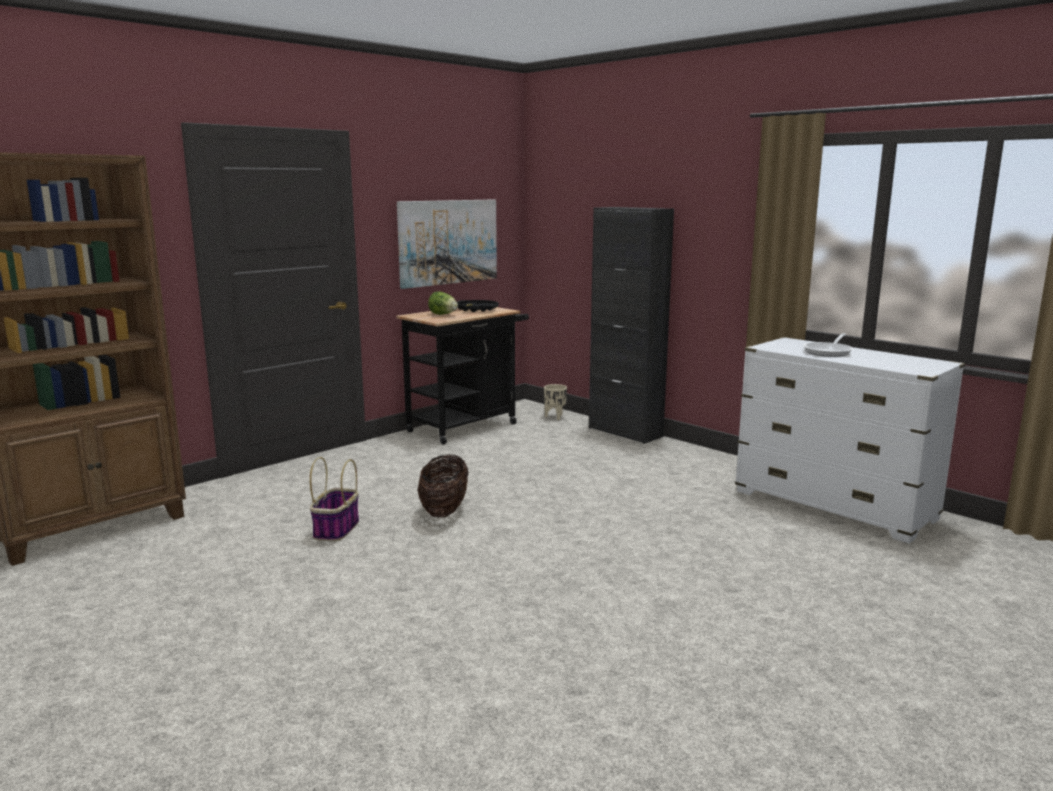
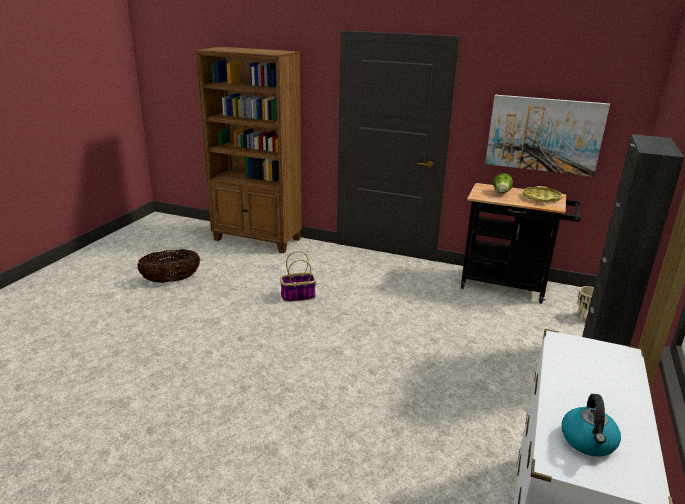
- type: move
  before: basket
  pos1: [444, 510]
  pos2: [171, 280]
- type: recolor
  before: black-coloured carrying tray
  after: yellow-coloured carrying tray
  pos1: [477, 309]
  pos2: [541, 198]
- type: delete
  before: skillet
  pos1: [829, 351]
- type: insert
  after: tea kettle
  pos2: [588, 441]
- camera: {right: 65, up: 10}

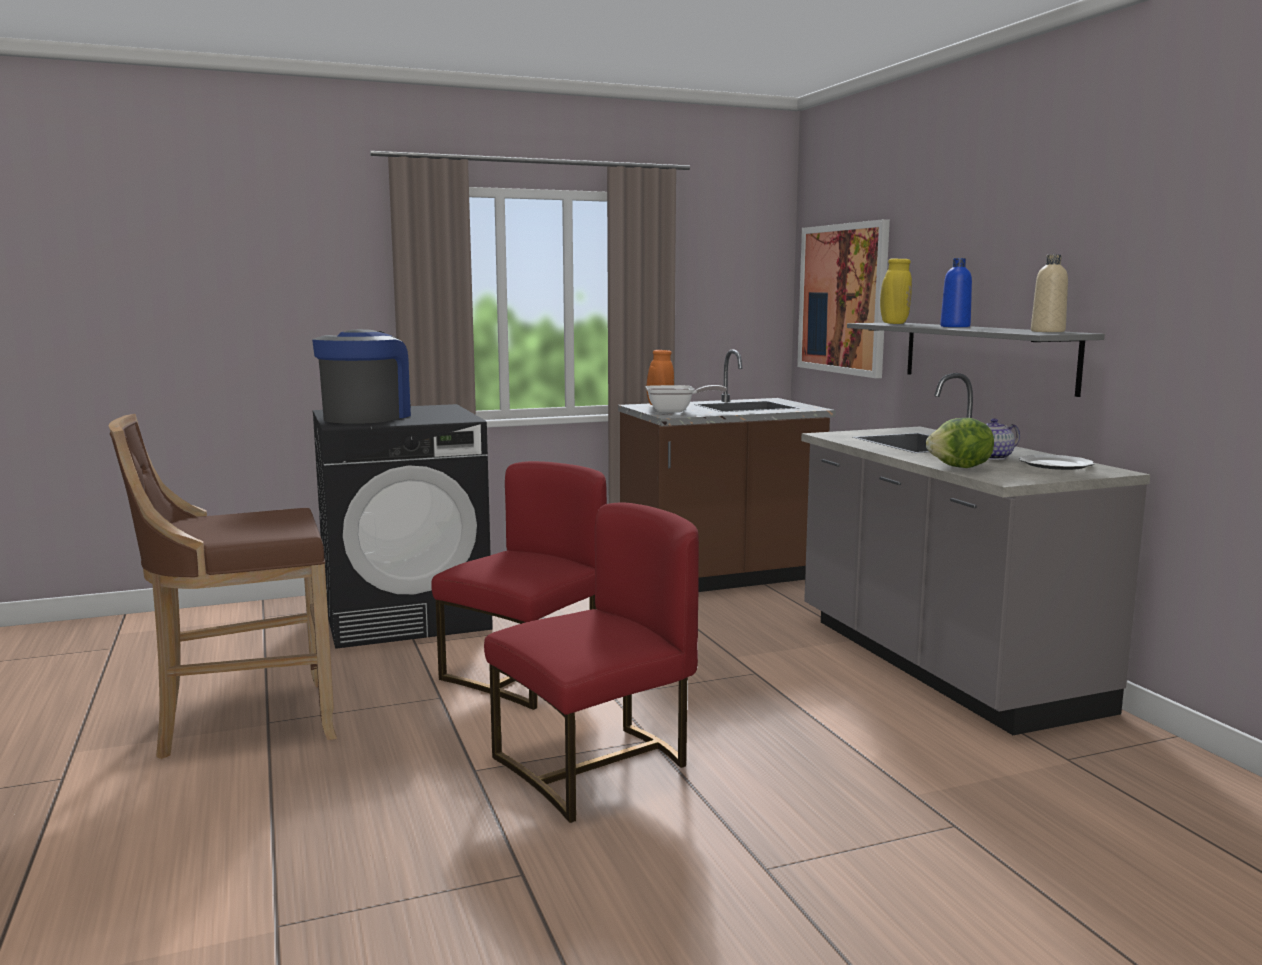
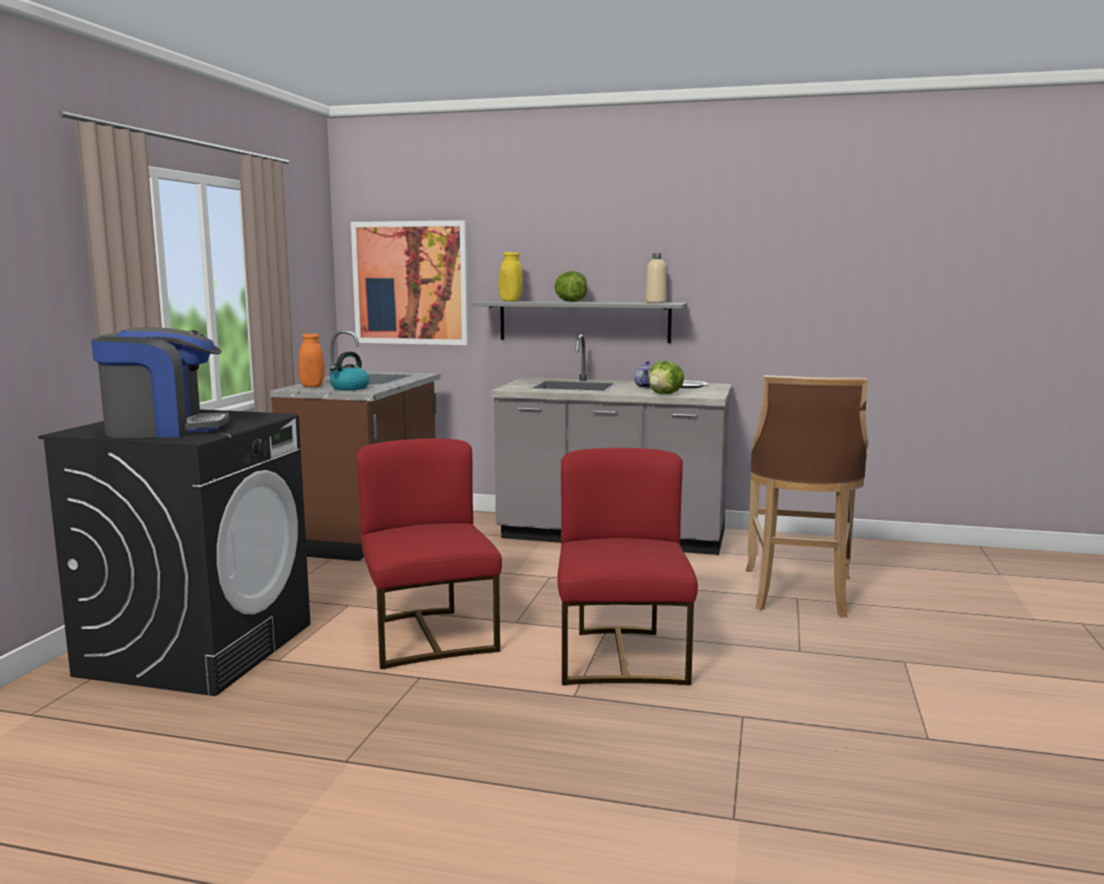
- type: move
  before: brown stool seat
  pos1: [241, 723]
  pos2: [798, 594]
- type: rotate
  before: coffee machine
  pos1: [367, 417]
  pos2: [164, 429]
  turn: 120
- type: replace
  before: skillet
  after: tea kettle
  pos1: [676, 411]
  pos2: [349, 388]
- type: replace
  before: bluish beverage bottle
  after: head of lettuce
  pos1: [955, 326]
  pos2: [570, 301]
- camera: {right: -55, up: 0}

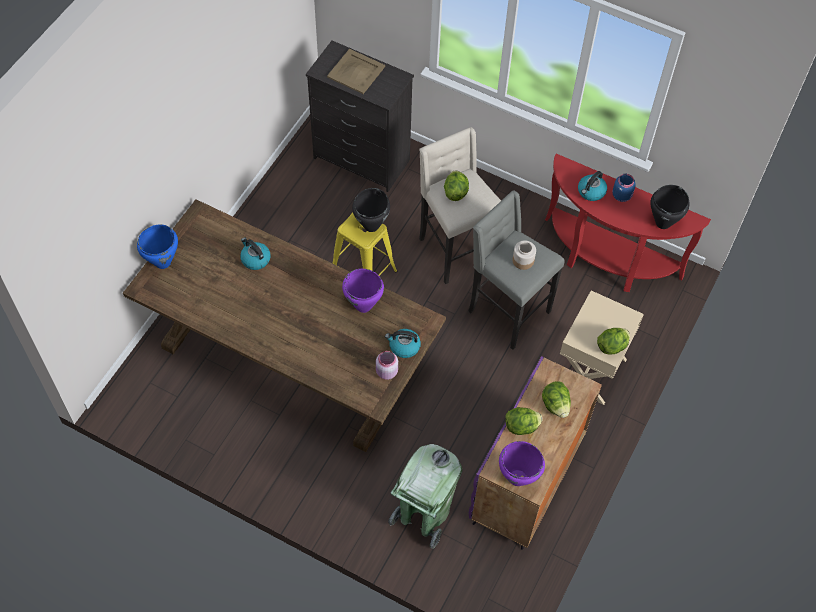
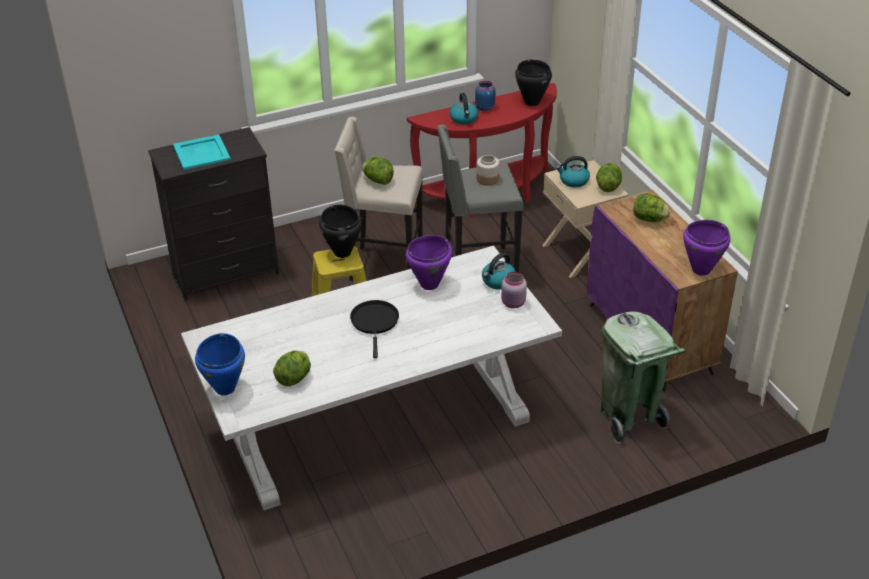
- type: recolor
  before: brown dining table
  after: white dining table
  pos1: [291, 355]
  pos2: [376, 419]
- type: move
  before: tea kettle
  pos1: [255, 259]
  pos2: [573, 181]
- type: recolor
  before: sand-coloured carrying tray
  after: turquoise-coloured carrying tray
  pos1: [355, 72]
  pos2: [201, 153]
- type: move
  before: head of lettuce
  pos1: [522, 426]
  pos2: [294, 378]
- type: insert
  after: black-coloured skillet
  pos2: [375, 322]
- camera: {right: -50, up: -20}

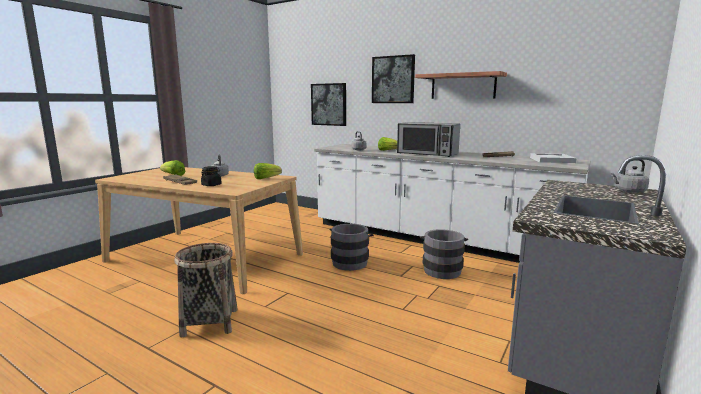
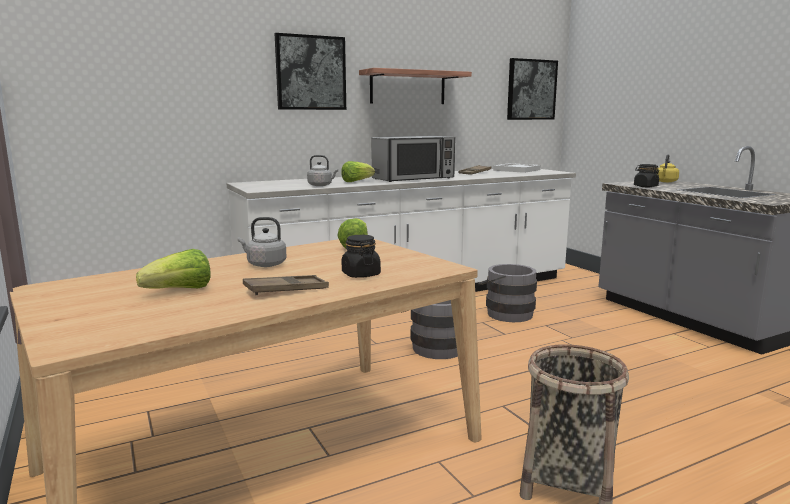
- type: move
  before: wall art
  pos1: [329, 104]
  pos2: [531, 90]
- type: recolor
  before: greyish tea kettle
  after: yellow-coloured tea kettle
  pos1: [629, 191]
  pos2: [665, 181]
- type: insert
  after: black-coloured jar
  pos2: [645, 186]
- camera: {right: -60, up: 0}

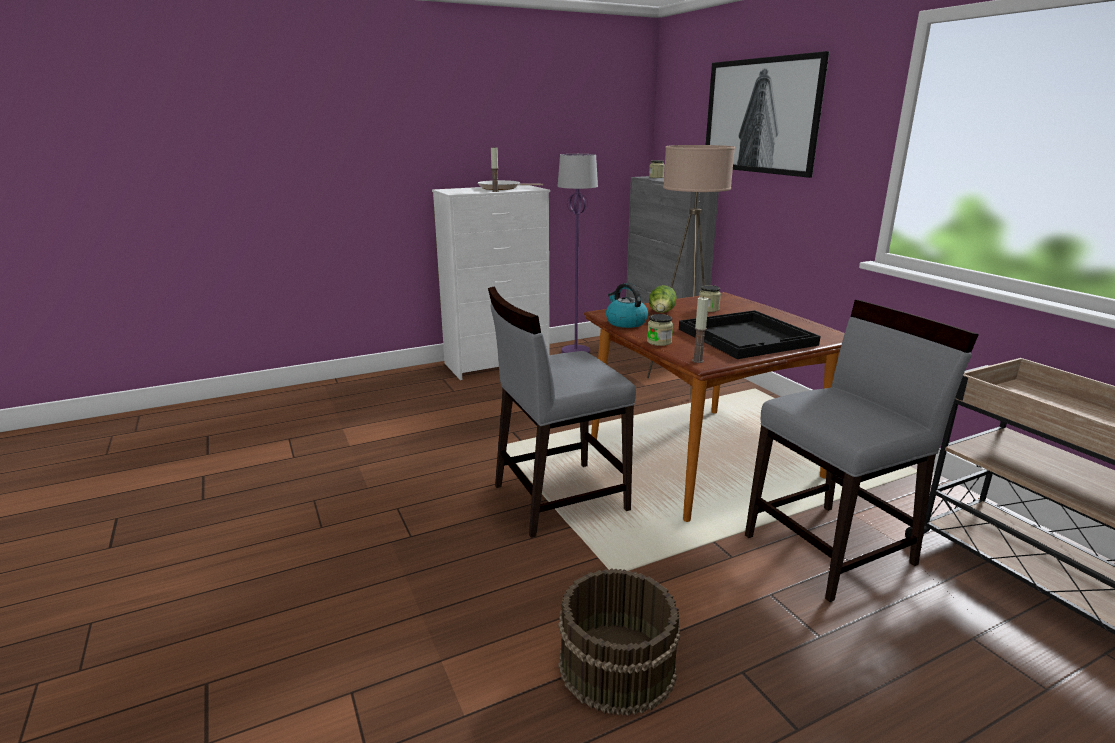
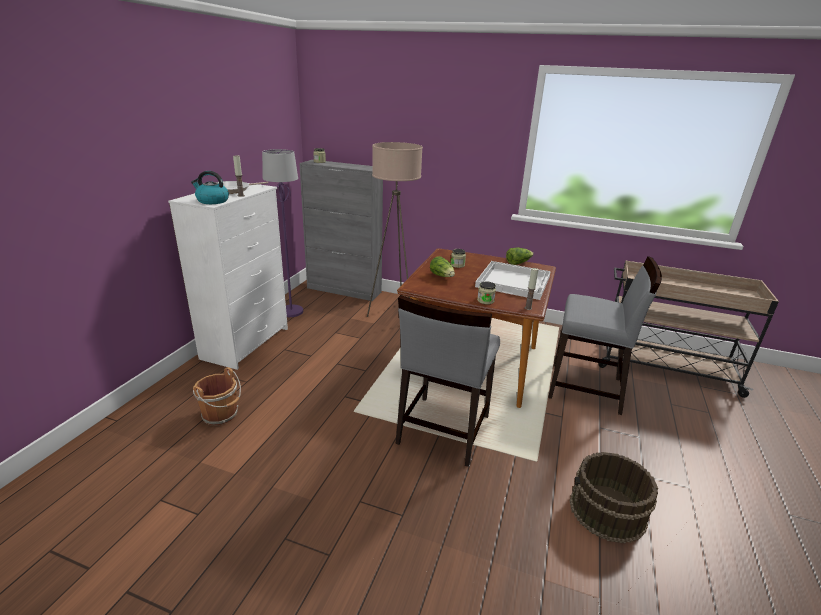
- type: move
  before: tea kettle
  pos1: [625, 322]
  pos2: [212, 201]
- type: recolor
  before: black-coloured carrying tray
  after: white carrying tray
  pos1: [747, 337]
  pos2: [514, 281]
- type: delete
  before: wall art
  pos1: [760, 116]
- type: rotate
  before: greyish upright chair
  pos1: [831, 549]
  pos2: [586, 388]
  turn: 90
- type: insert
  after: brown water bucket
  pos2: [221, 415]
- type: insert
  after: head of lettuce
  pos2: [518, 263]
- camera: {right: -45, up: 5}

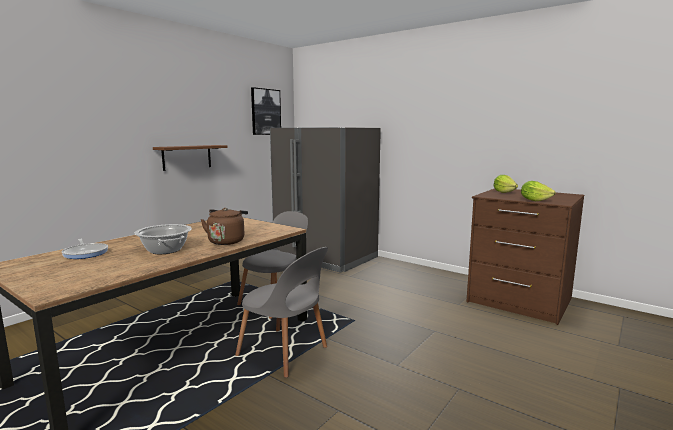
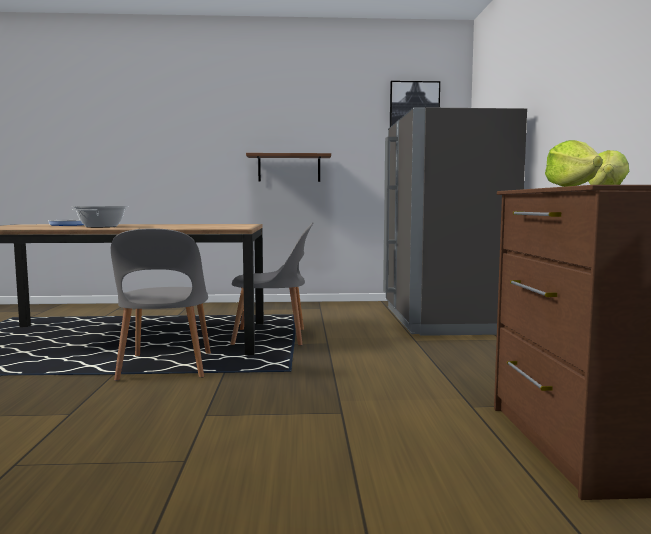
- type: delete
  before: brown tea kettle
  pos1: [227, 241]
- camera: {right: 50, up: -5}

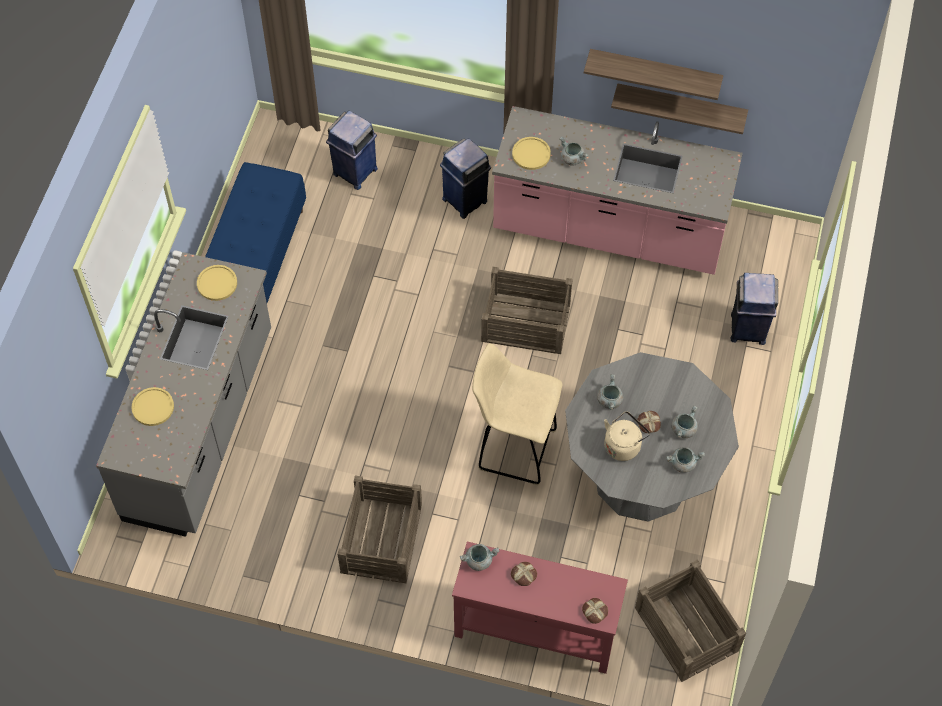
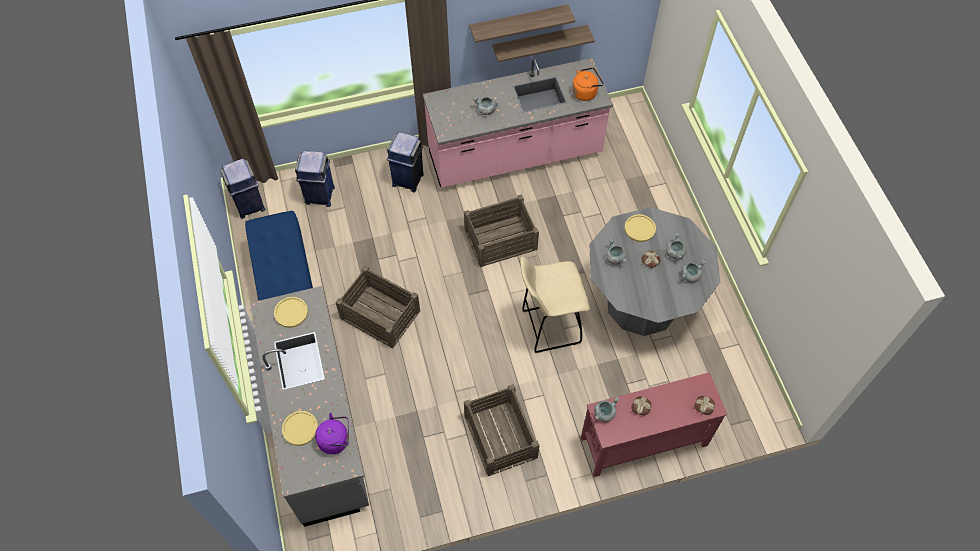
- type: move
  before: yellow-coloured flat dish
  pos1: [531, 154]
  pos2: [639, 228]
- type: delete
  before: sand-coloured tea kettle
  pos1: [623, 445]
- type: move
  before: packing crate
  pos1: [686, 629]
  pos2: [380, 315]
- type: move
  before: bluish waste bin
  pos1: [747, 329]
  pos2: [249, 205]
- type: insert
  after: purple tea kettle
  pos2: [336, 440]
- type: insert
  after: orange-coloured tea kettle
  pos2: [585, 92]
- camera: {right: -30, up: 0}

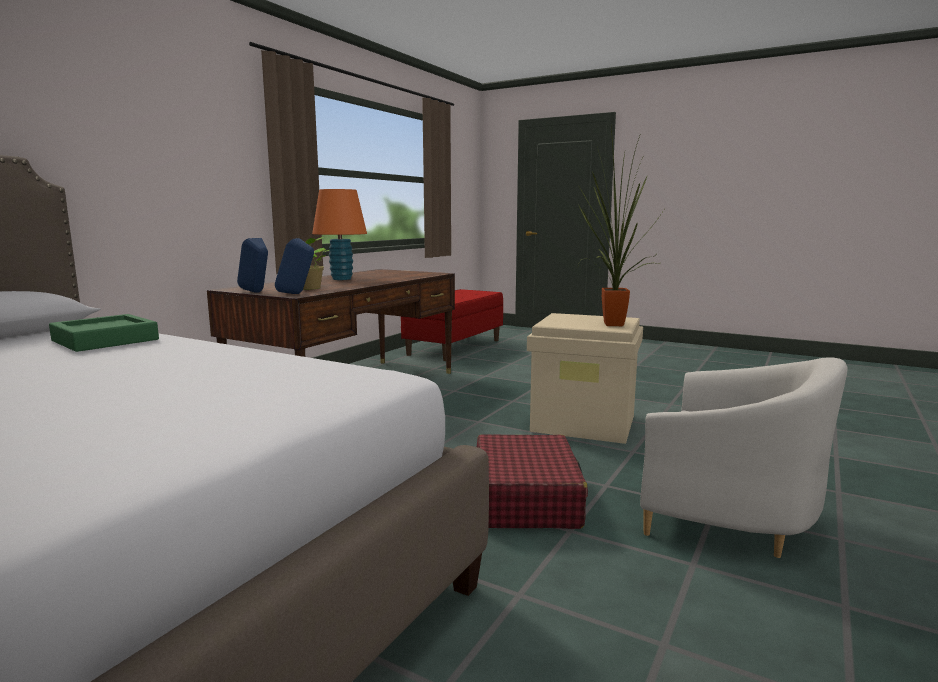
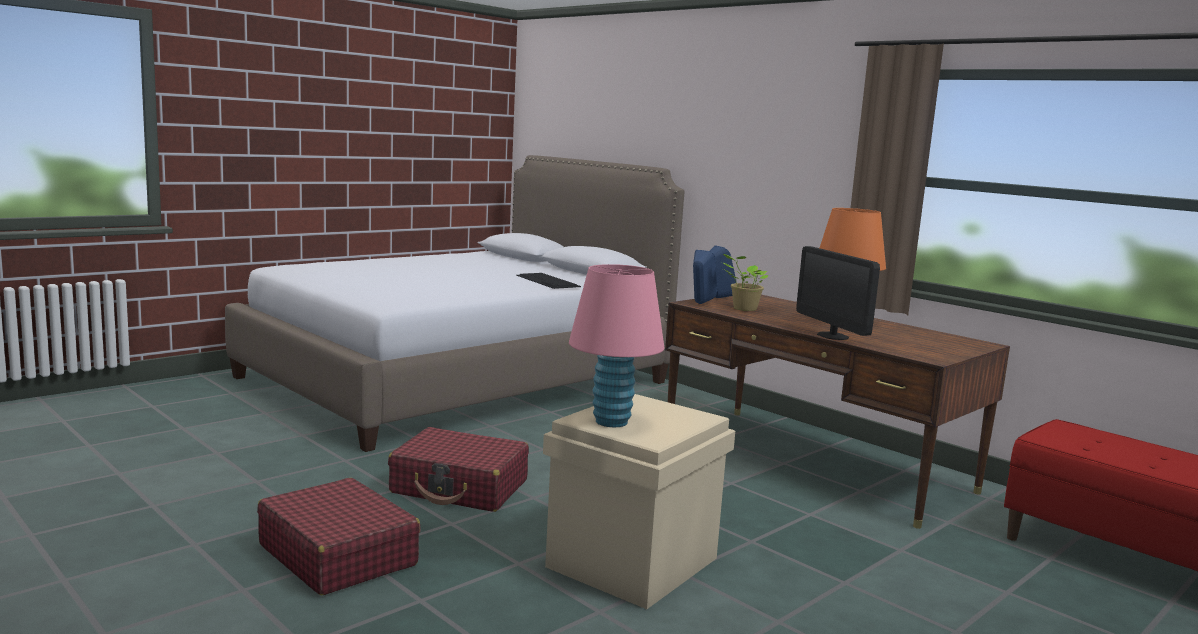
- type: replace
  before: greenish carrying tray
  after: PC keyboard
  pos1: [105, 340]
  pos2: [548, 281]
- type: replace
  before: potted plant
  after: pink tabletop lamp
  pos1: [609, 324]
  pos2: [611, 422]
- type: replace
  before: white easy chair
  after: reddish piece of luggage
  pos1: [728, 517]
  pos2: [338, 555]
- type: insert
  after: monitor
  pos2: [833, 336]
- camera: {right: 105, up: 0}

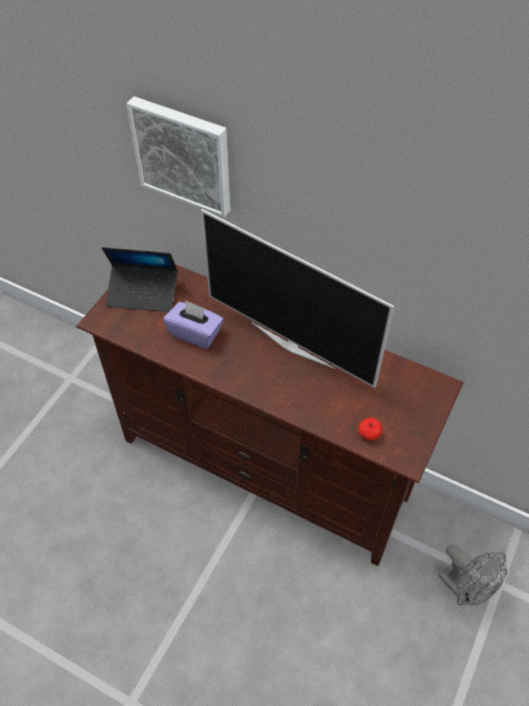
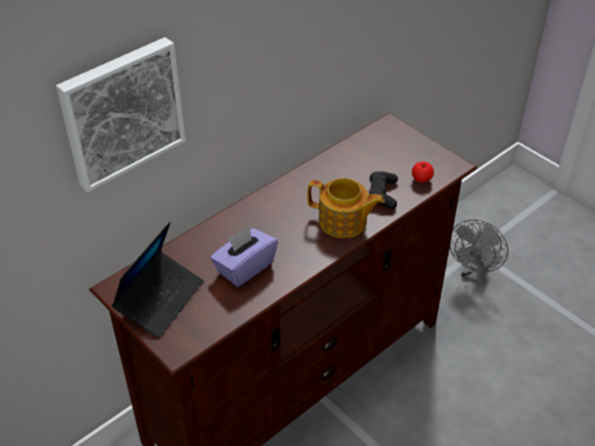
- type: delete
  before: TV
  pos1: [293, 344]
- type: rotate
  before: greyish electric fan
  pos1: [464, 589]
  pos2: [474, 274]
  turn: 135
- type: insert
  after: pot for tea
  pos2: [343, 222]
- type: insert
  after: black-coloured gamepad
  pos2: [382, 194]
- camera: {right: -70, up: -10}

